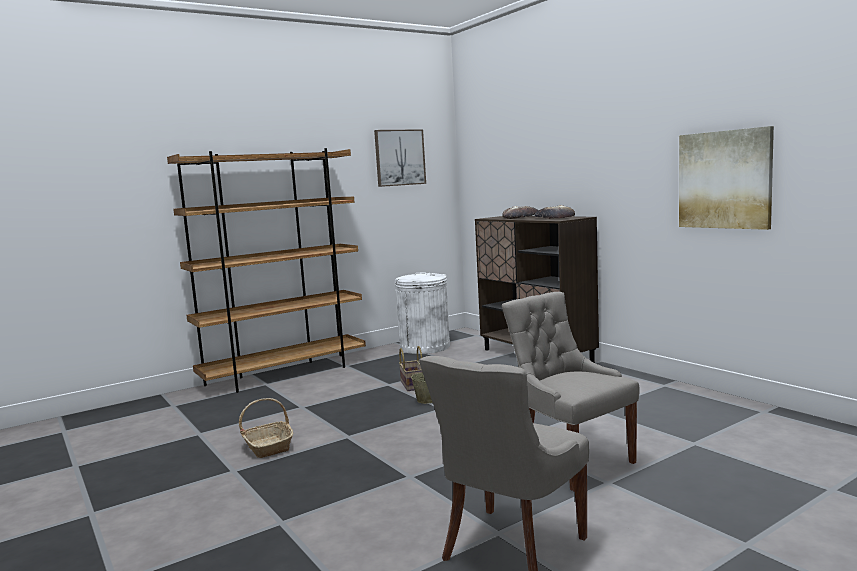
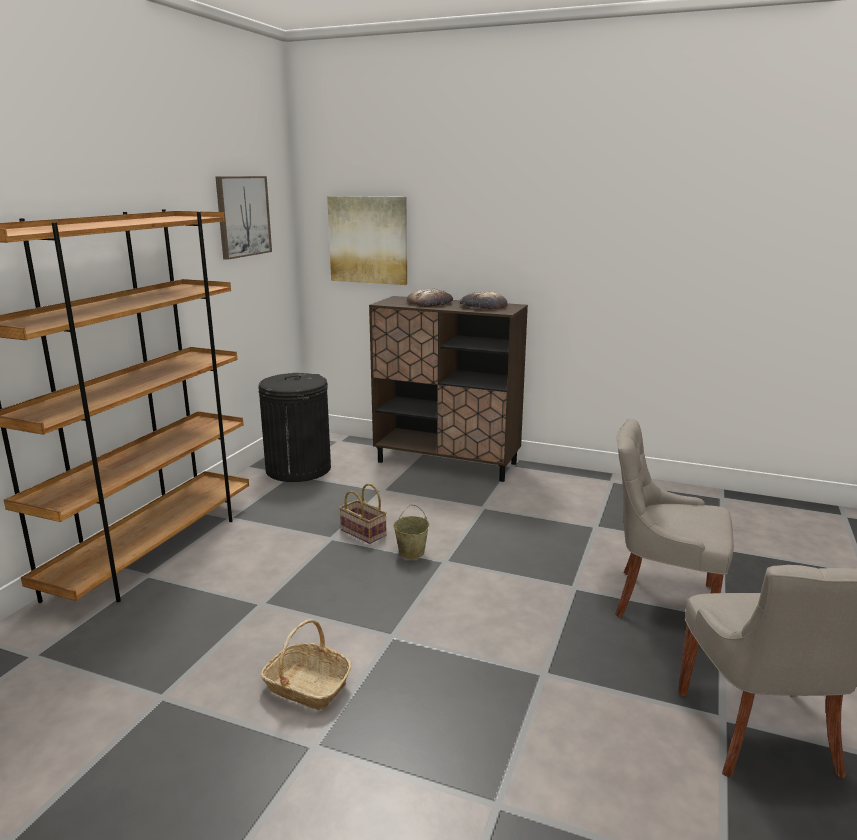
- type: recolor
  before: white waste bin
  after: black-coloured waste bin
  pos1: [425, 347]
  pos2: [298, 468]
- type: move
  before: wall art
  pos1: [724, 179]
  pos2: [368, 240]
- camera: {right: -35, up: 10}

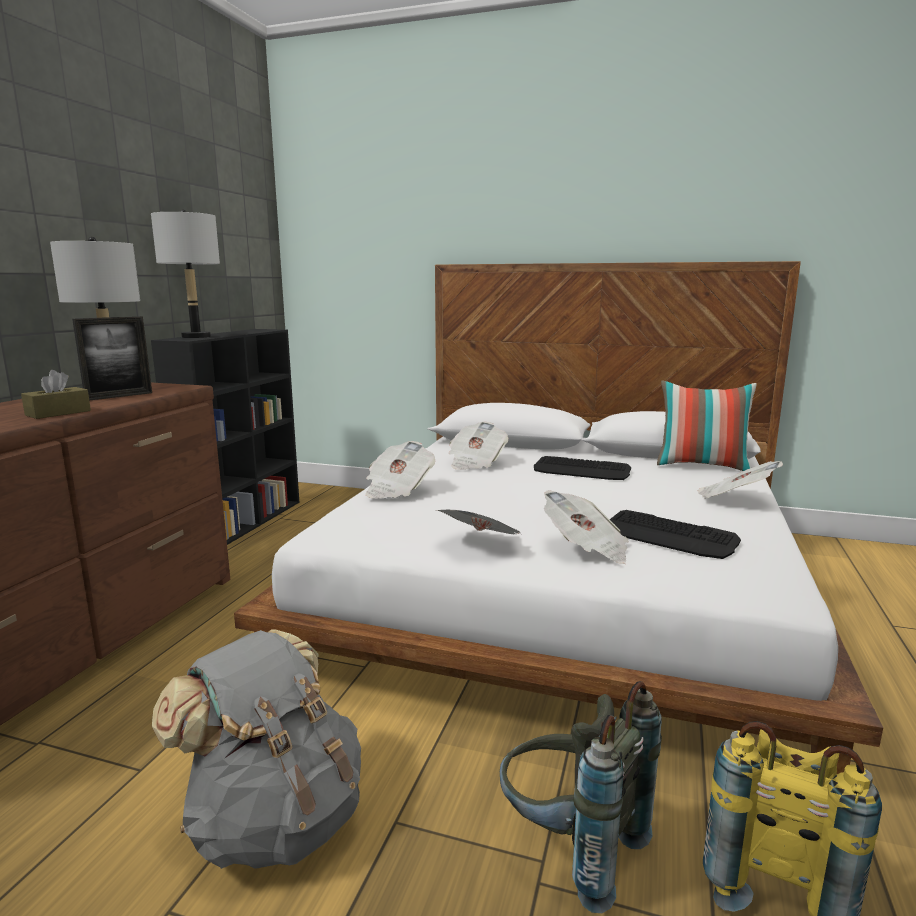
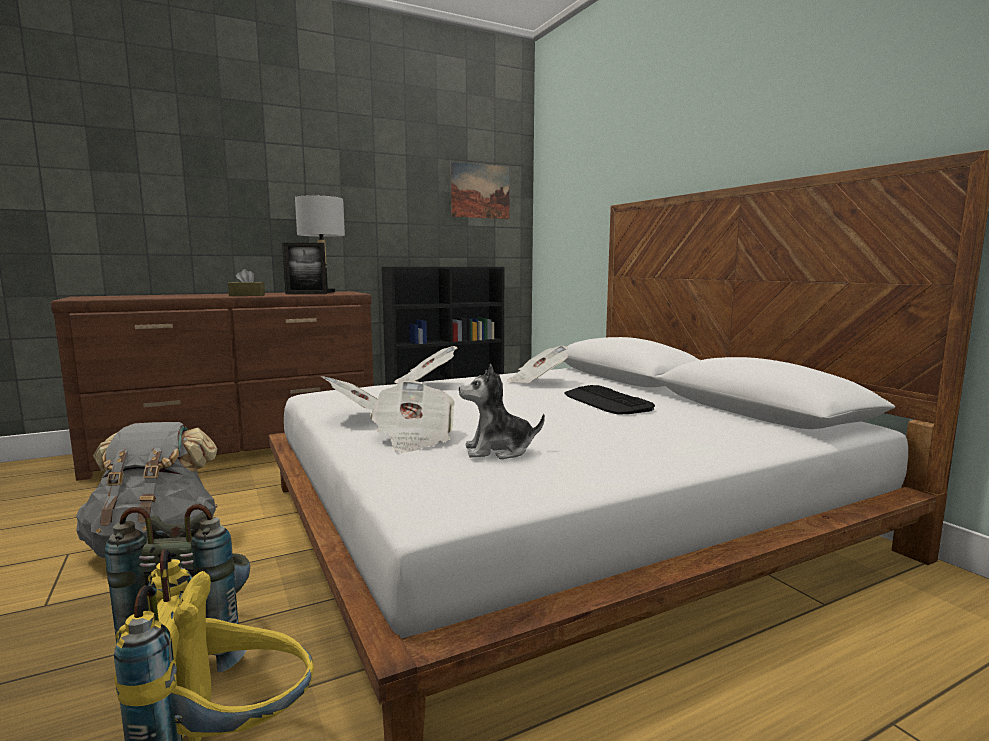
- type: delete
  before: greyish tabletop lamp
  pos1: [196, 337]
- type: replace
  before: PC keyboard
  after: plush toy
  pos1: [669, 536]
  pos2: [498, 450]
- type: delete
  before: throw pillow
  pos1: [702, 465]
- type: delete
  before: printed paper
  pos1: [734, 499]
- type: insert
  after: wall art
  pos2: [480, 191]
- camera: {right: 45, up: -5}

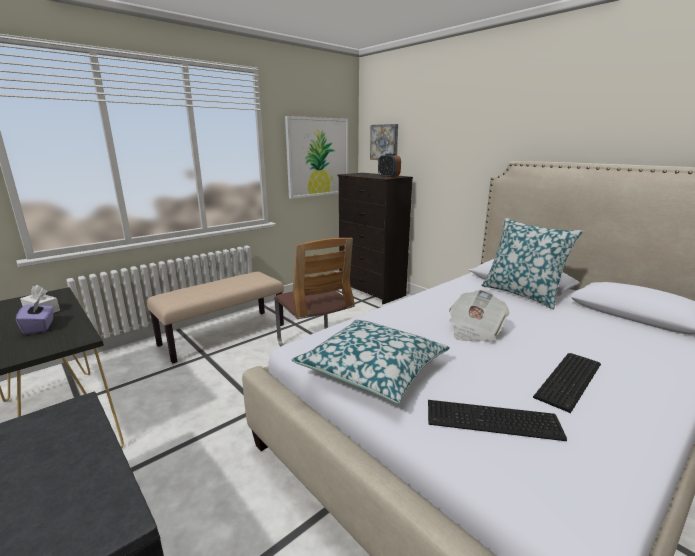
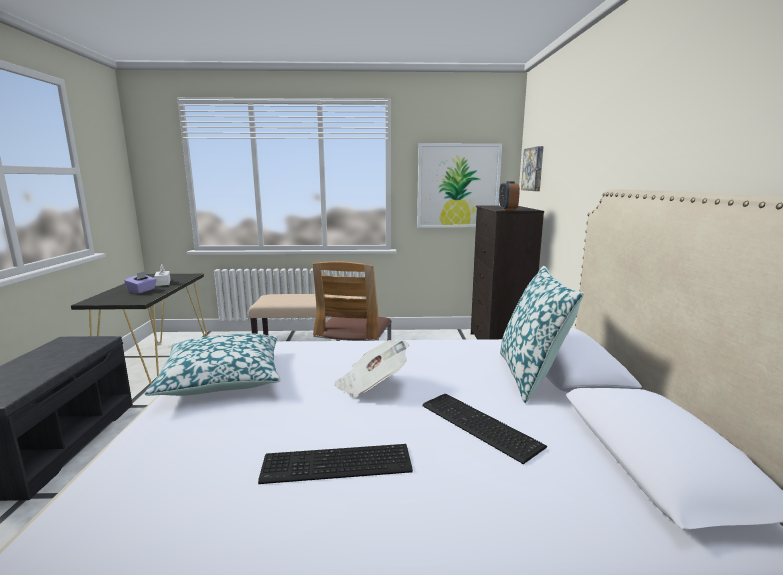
- type: move
  before: PC keyboard
  pos1: [494, 421]
  pos2: [479, 426]
- camera: {right: 40, up: -5}

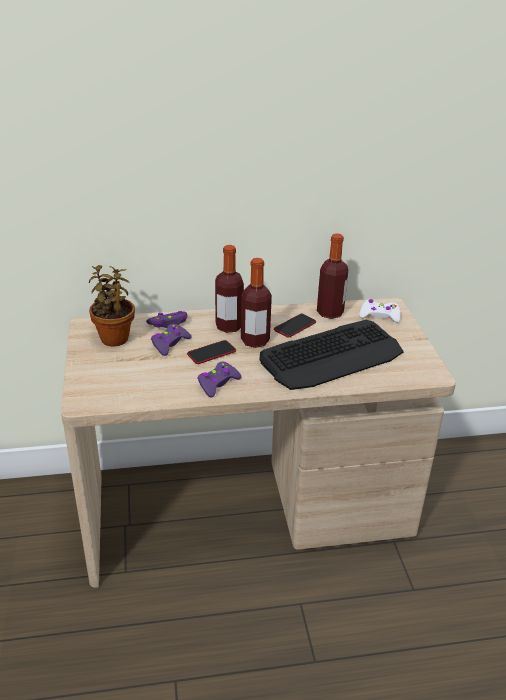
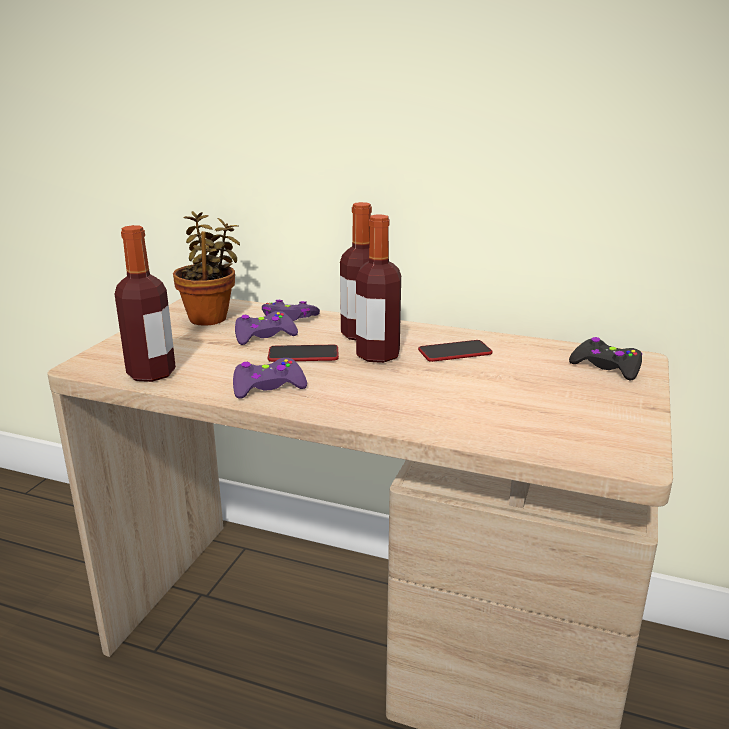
- type: delete
  before: PC keyboard
  pos1: [332, 356]
- type: move
  before: beverage bottle
  pos1: [330, 313]
  pos2: [151, 373]
- type: recolor
  before: white gamepad
  after: black-coloured gamepad
  pos1: [379, 316]
  pos2: [606, 367]
- camera: {right: 30, up: -10}

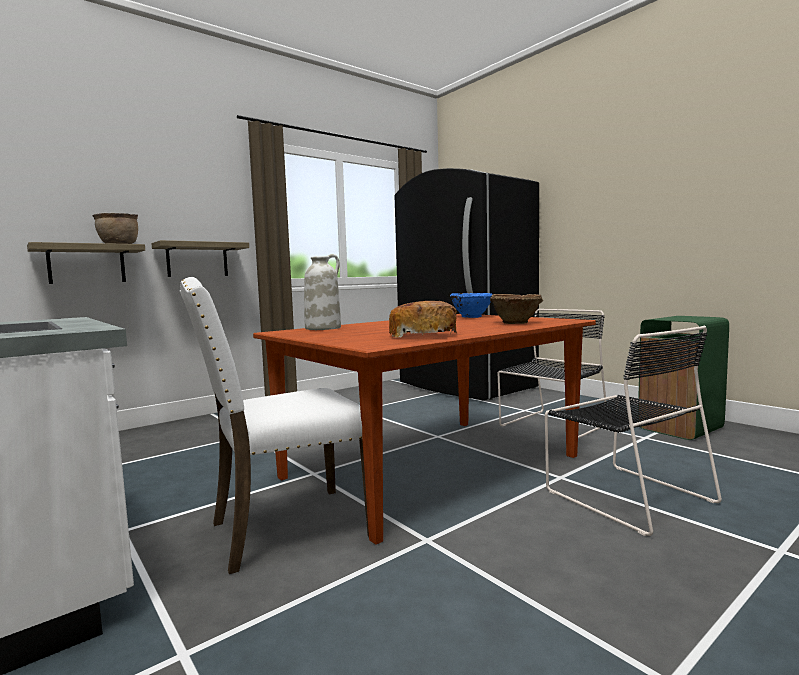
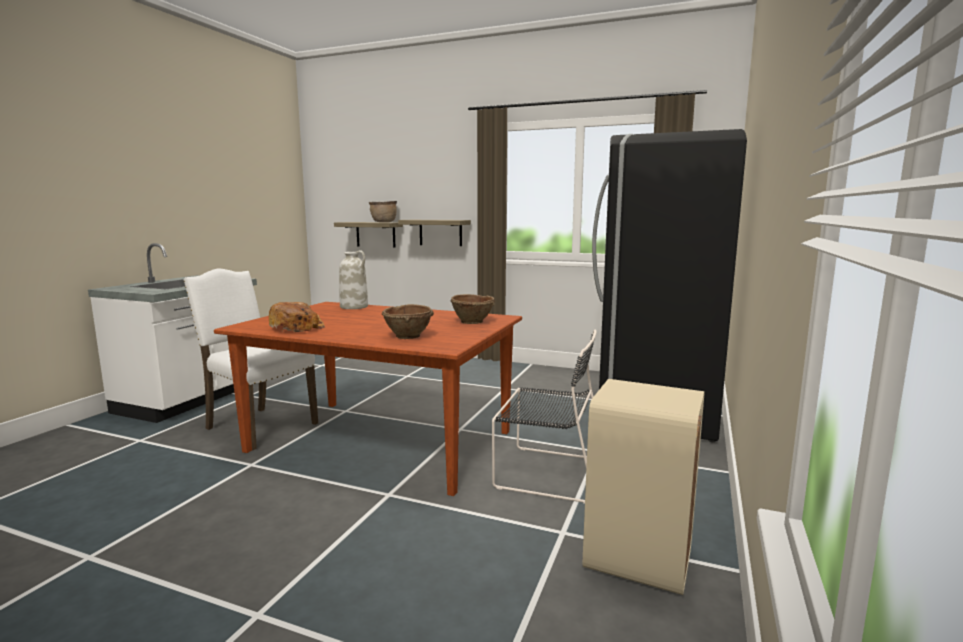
- type: recolor
  before: bluish serving bowl
  after: brown serving bowl
  pos1: [471, 317]
  pos2: [473, 322]
- type: delete
  before: black-coloured upright chair
  pos1: [624, 494]
- type: recolor
  before: greenish waste bin
  after: sand-coloured waste bin
  pos1: [679, 428]
  pos2: [637, 557]
- camera: {right: 60, up: 5}

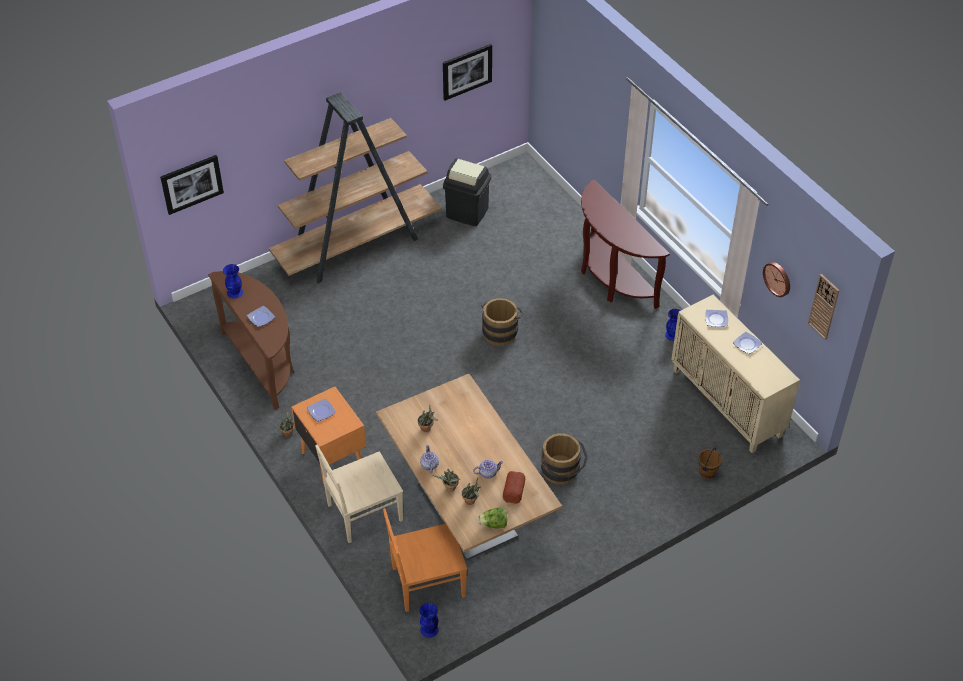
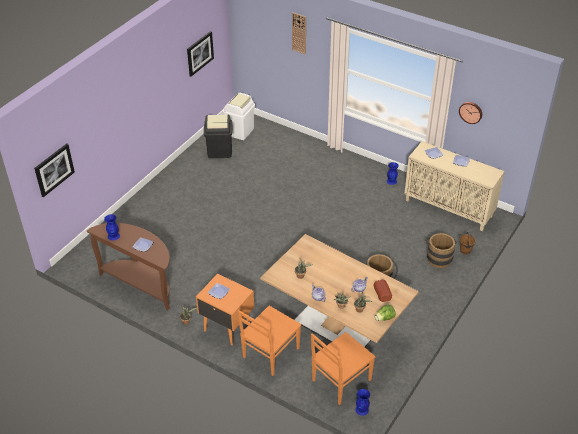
- type: delete
  before: brown bookcase
  pos1: [358, 245]
- type: recolor
  before: sand-coloured upright chair
  after: orange-coloured upright chair
  pos1: [363, 513]
  pos2: [270, 353]
- type: move
  before: brown water bucket
  pos1: [501, 331]
  pos2: [438, 257]
- type: delete
  before: brown console table
  pos1: [611, 278]
- type: move
  before: clock on the wall
  pos1: [824, 306]
  pos2: [299, 33]
- type: insert
  after: white waste bin
  pos2: [240, 131]
- camera: {right: -25, up: -5}

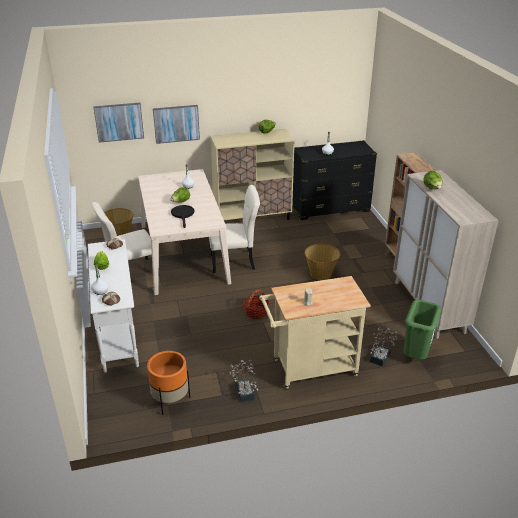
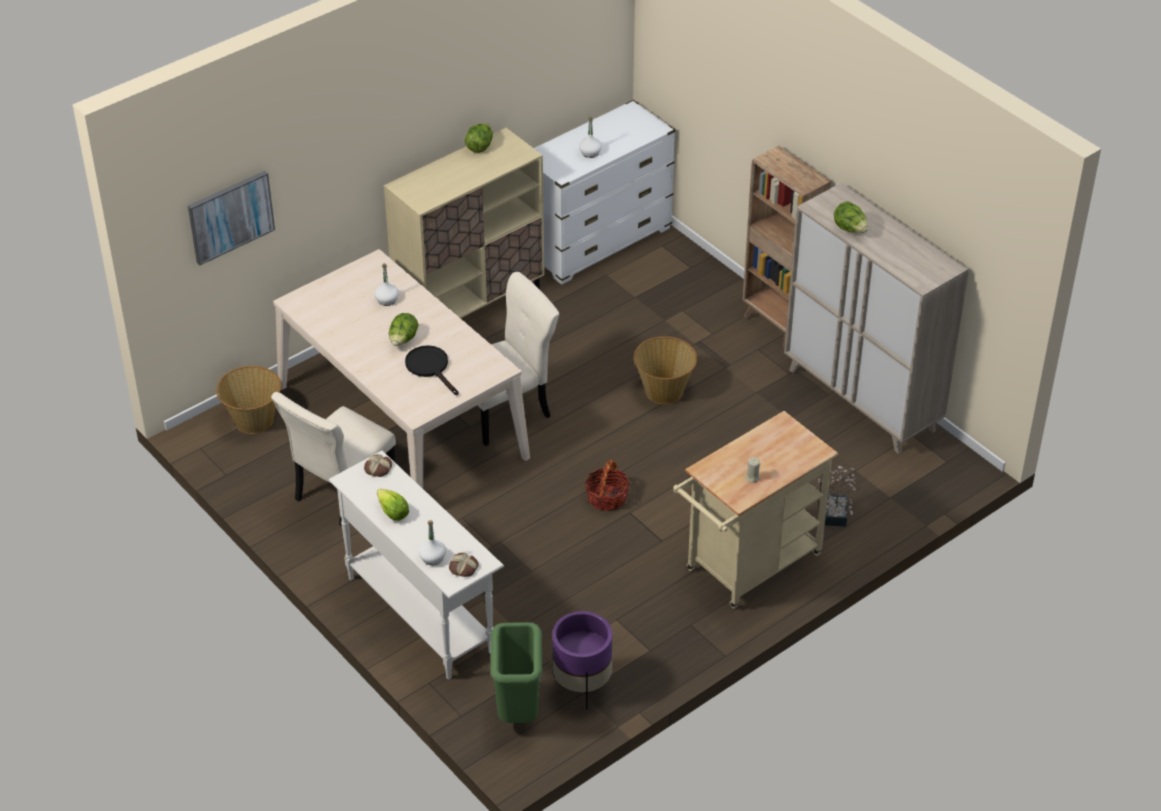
- type: recolor
  before: orange-coloured planter
  after: purple planter
  pos1: [170, 400]
  pos2: [582, 685]
- type: delete
  before: wall art
  pos1: [176, 123]
- type: delete
  before: potted plant
  pos1: [245, 391]
- type: recolor
  before: black-coloured chest of drawers
  after: white chest of drawers
  pos1: [330, 209]
  pos2: [597, 242]
- type: move
  before: greenish waste bin
  pos1: [416, 356]
  pos2: [519, 711]
- camera: {right: -25, up: 10}

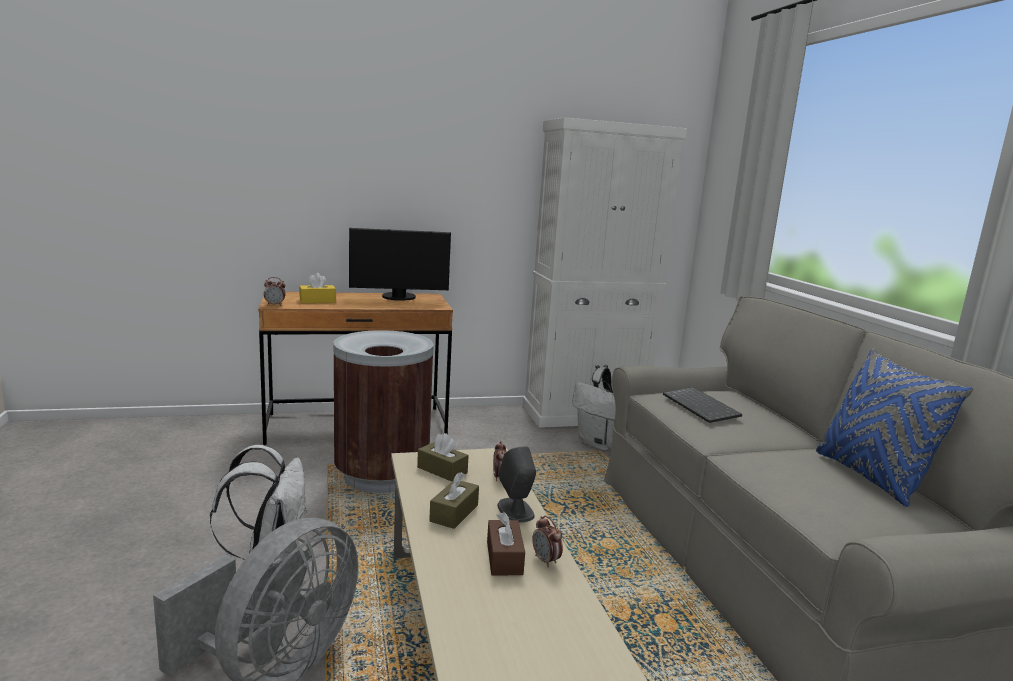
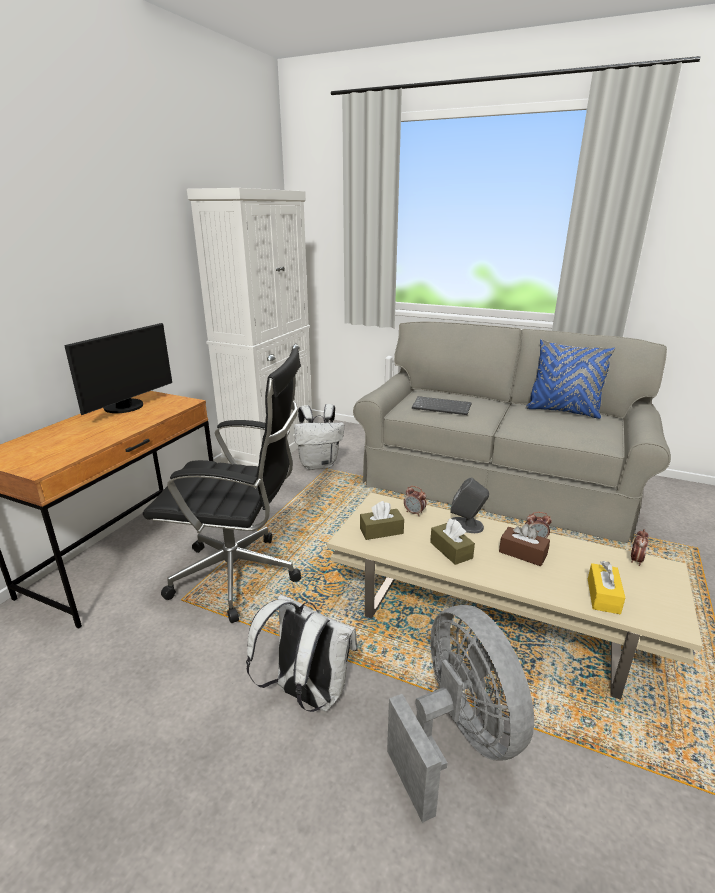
- type: move
  before: table clock
  pos1: [275, 305]
  pos2: [636, 560]
- type: move
  before: yellow-coloured tissue box
  pos1: [317, 301]
  pos2: [603, 596]
- type: replace
  before: brown waste bin
  after: black-coloured desk chair
  pos1: [381, 476]
  pos2: [241, 577]
- camera: {right: -50, up: 10}

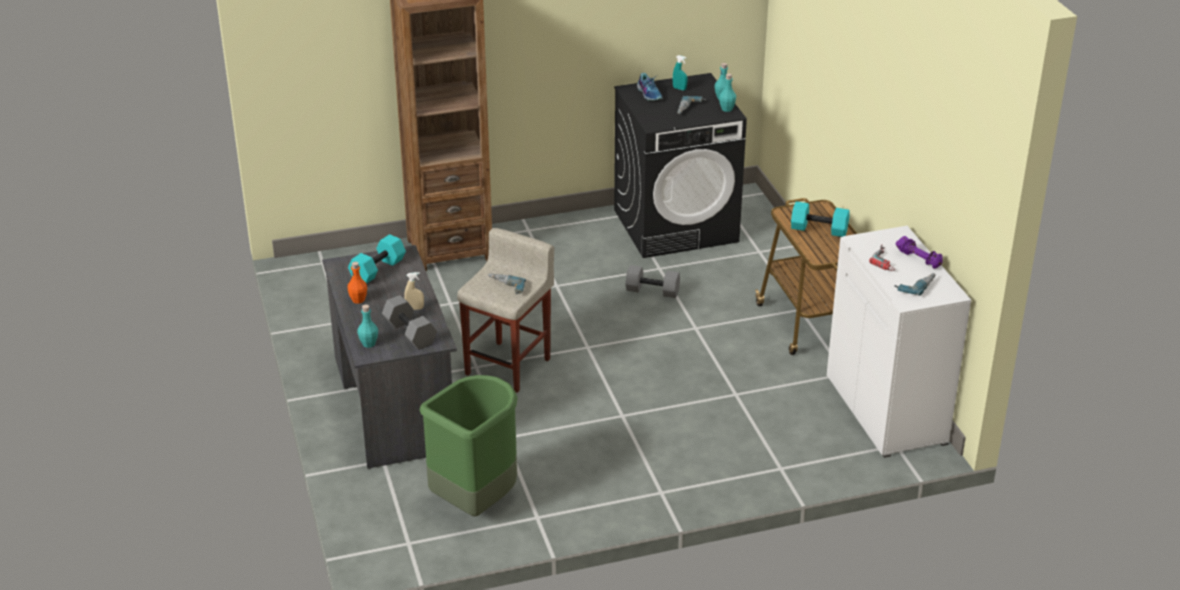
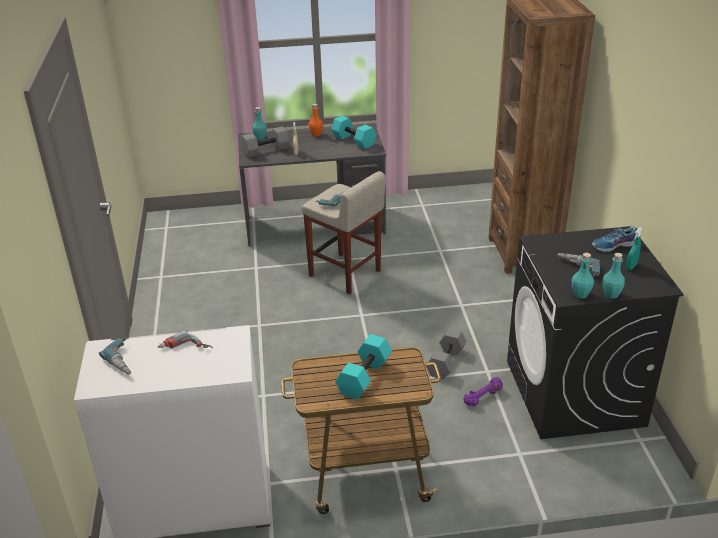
- type: delete
  before: greenish waste bin
  pos1: [475, 501]
- type: move
  before: purple free weight
  pos1: [919, 259]
  pos2: [483, 397]
- camera: {right: 100, up: 0}

